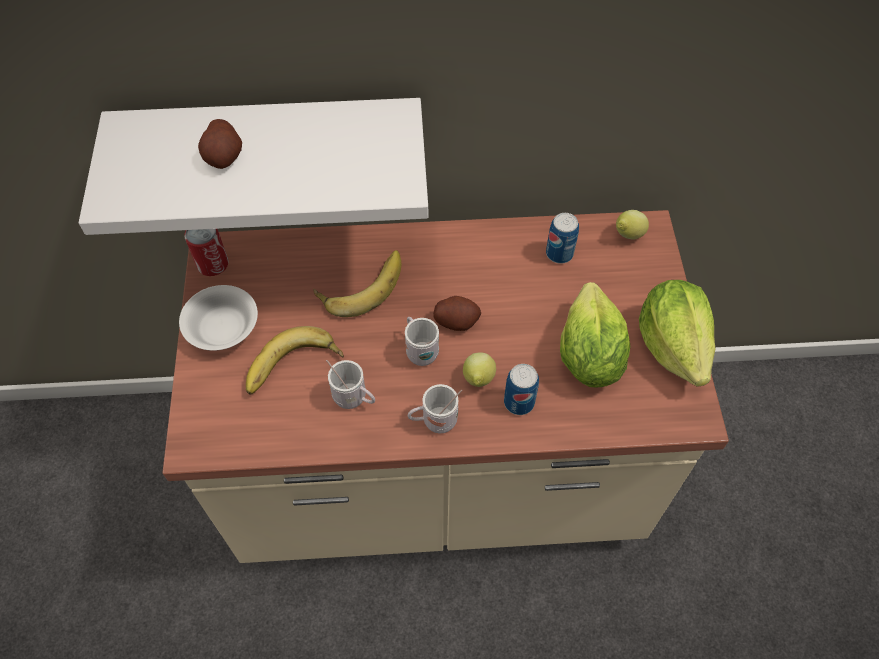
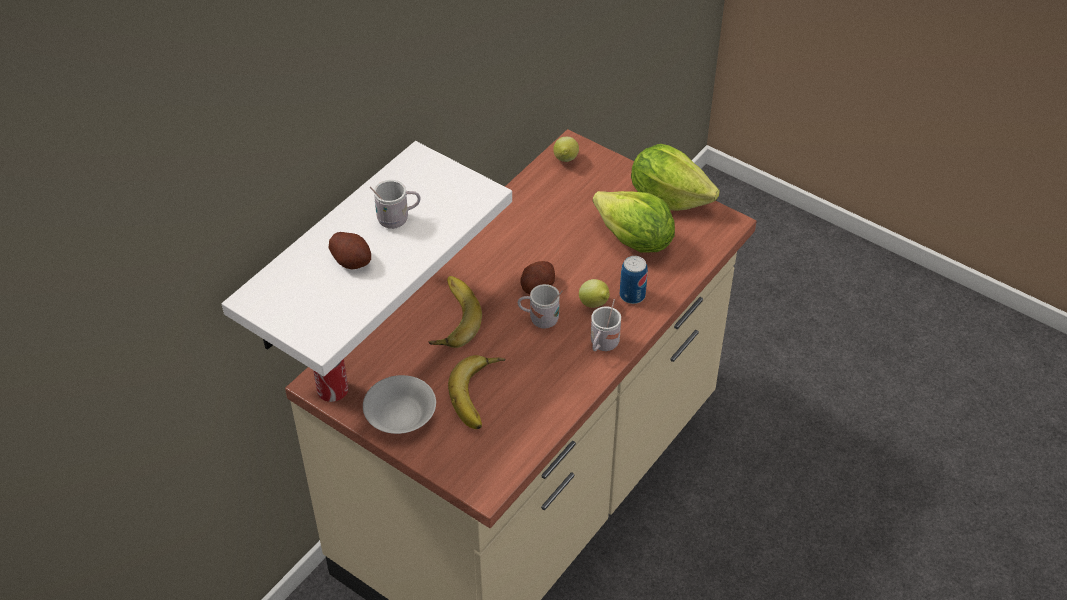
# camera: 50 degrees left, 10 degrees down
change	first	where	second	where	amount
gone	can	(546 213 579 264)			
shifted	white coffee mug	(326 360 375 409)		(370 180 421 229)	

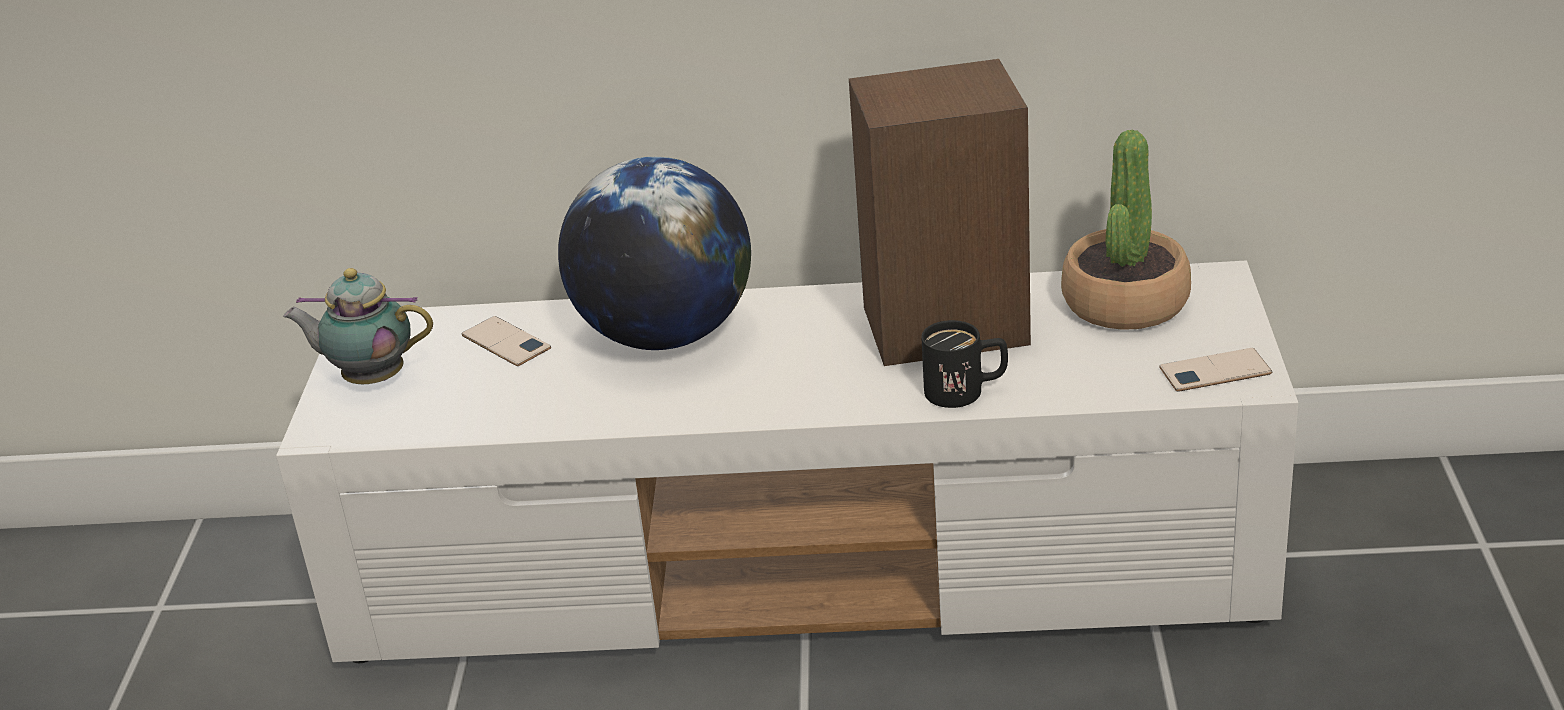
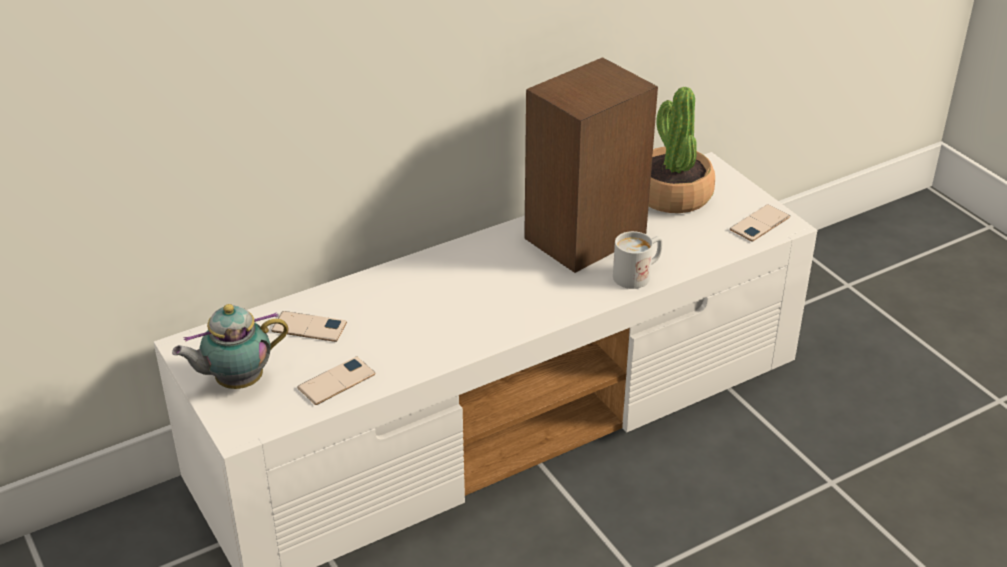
# camera: 35 degrees left, 5 degrees up
change	first	where	second	where	amount
gone	world globe	(558 157 751 350)			
new			handset	(297 357 376 405)	
repainted	black coffee mug	(921 320 1008 408)	white coffee mug	(613 231 662 289)	

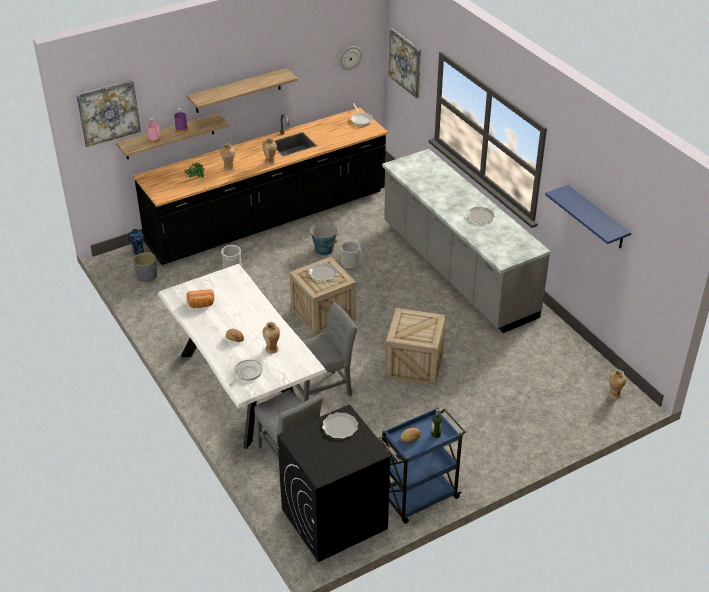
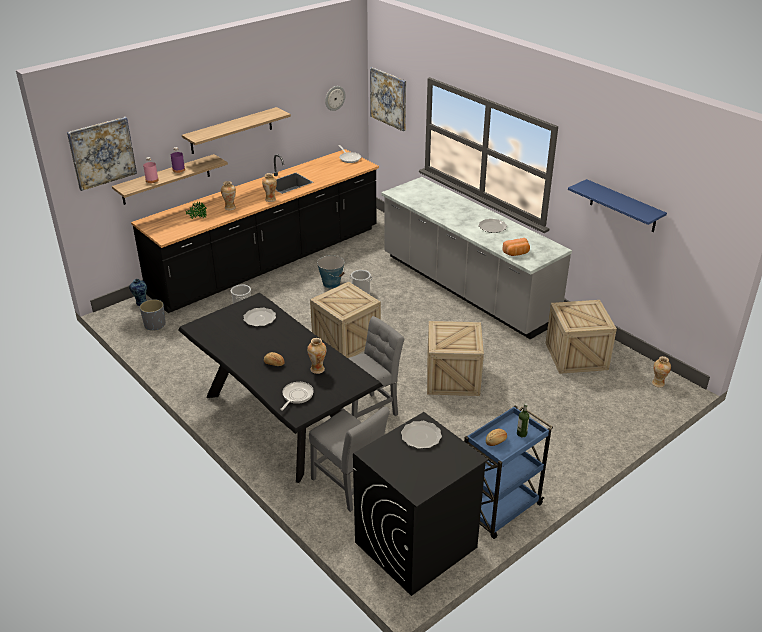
# camera: 10 degrees left, 5 degrees down
change	first	where	second	where	amount
new			packing crate	(546 300 617 374)	
shifted	bakery bread	(187 289 214 308)		(502 238 530 256)	
shifted	flat dish	(309 263 337 281)		(244 308 276 326)	
repainted	white dining table	(157 264 327 449)	black dining table	(178 293 383 483)	

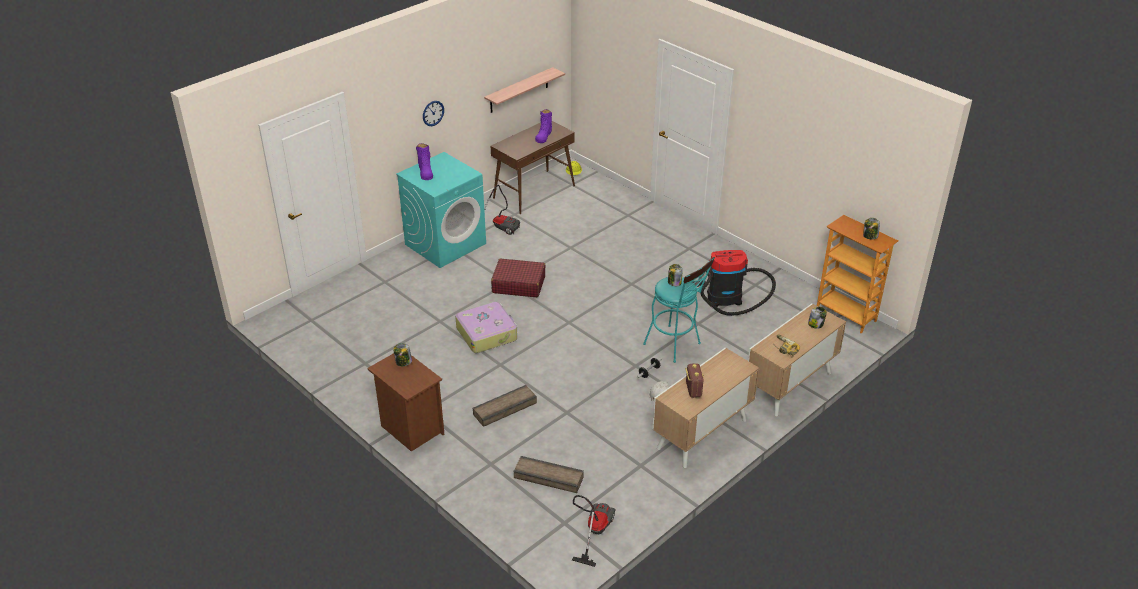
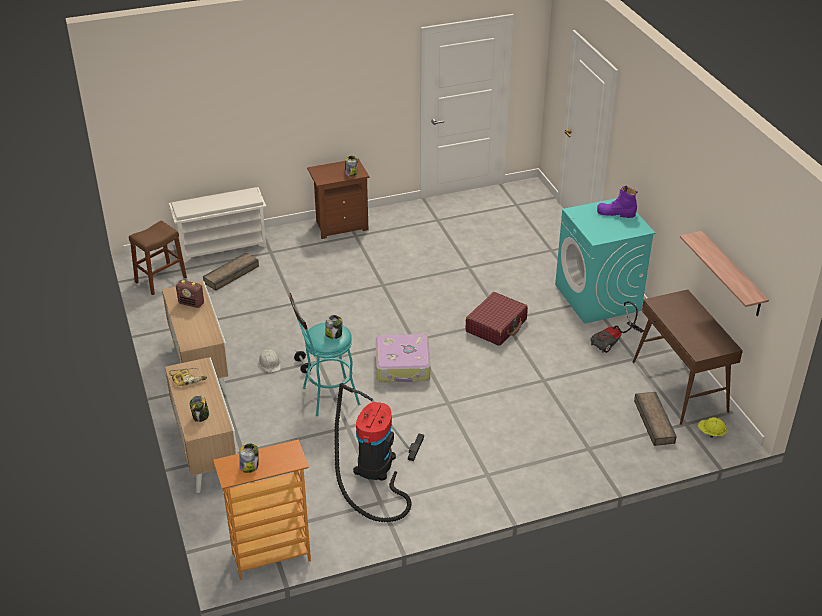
# camera: 115 degrees right, 0 degrees up
change	first	where	second	where	amount
gone	hanging clock	(423 101 444 126)			
gone	purplish tall boot	(535 109 552 143)			
new			white shoe stand	(169 187 267 263)	
shifted	piece of luggage	(455 302 517 353)		(376 334 430 382)	
shifted	packing crate	(473 385 537 427)		(634 392 677 446)	
swapped	hoover	(572 495 616 567)	brownish stool seat	(129 221 187 295)	

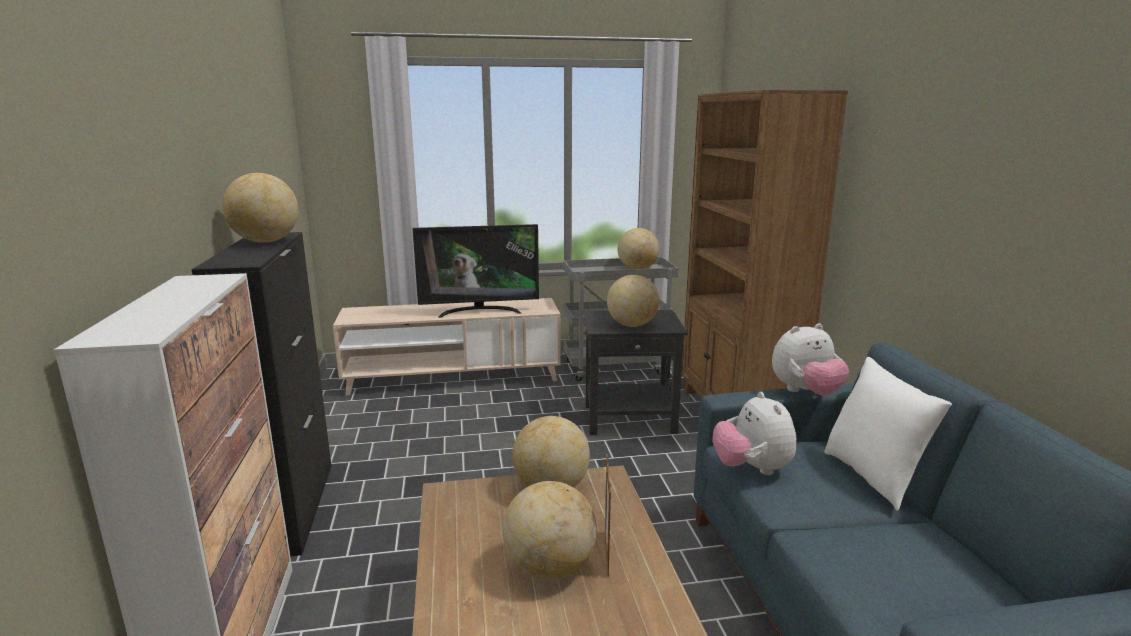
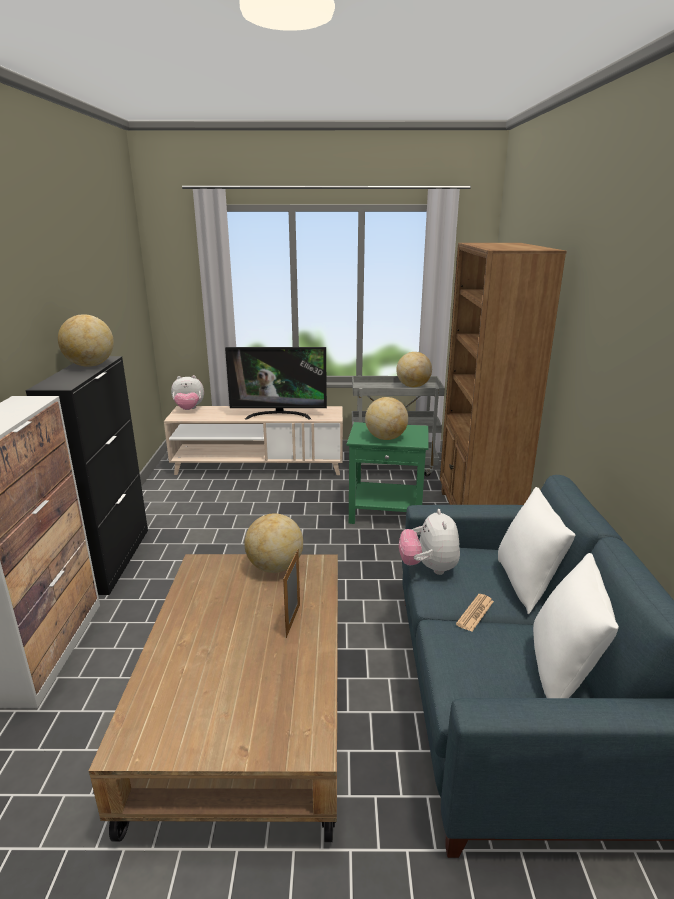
# camera: 10 degrees right, 5 degrees up
change	first	where	second	where	amount
gone	world globe	(503 481 597 580)			
new			printed paper	(456 594 494 632)	
new			white cushion	(533 553 619 698)	
shifted	cuddly toy	(772 323 849 396)		(171 375 204 410)	
repainted	black side table	(583 310 688 435)	green side table	(346 422 429 524)	

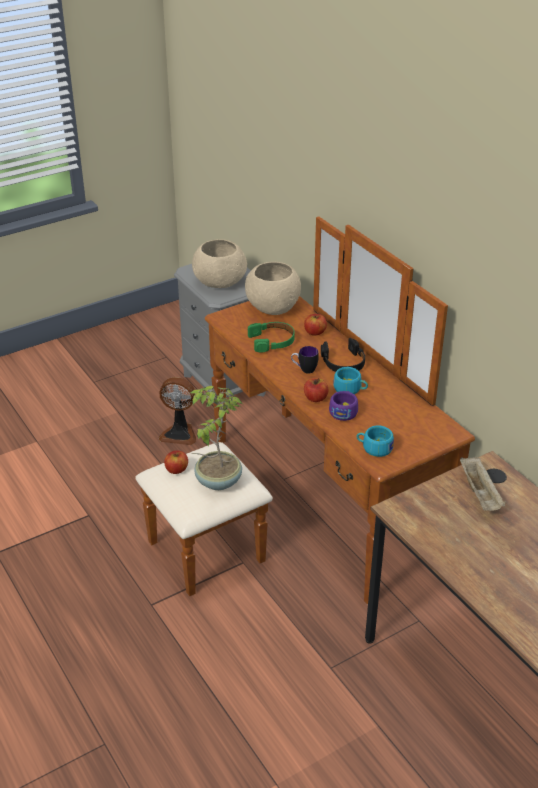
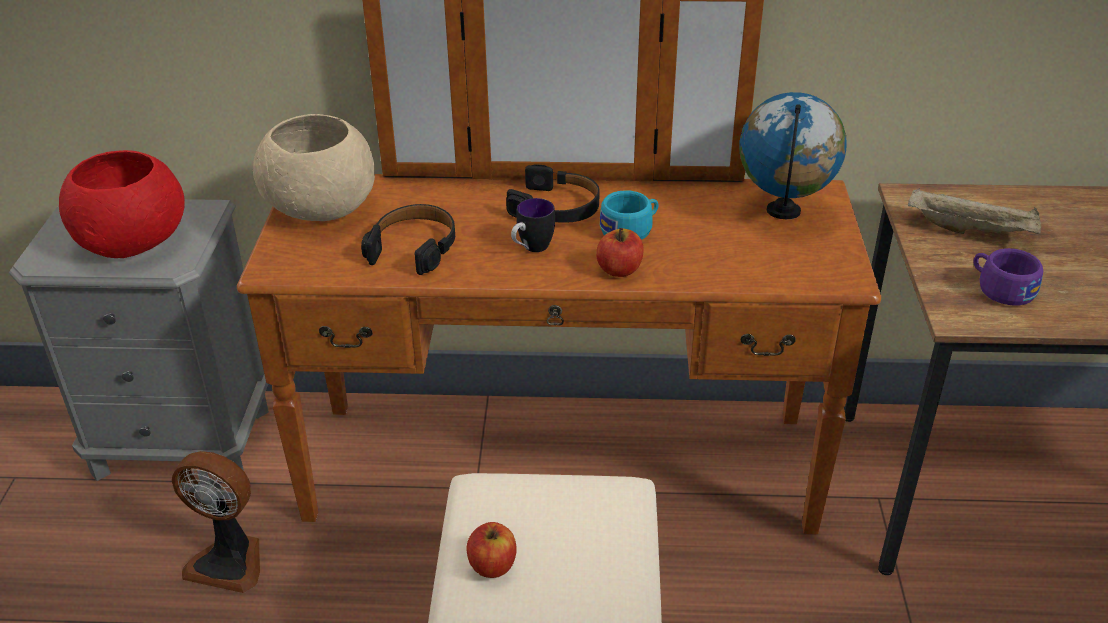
# camera: 55 degrees left, 0 degrees up
change	first	where	second	where	amount
gone	plant in a pot	(190 386 243 490)			
gone	apple fruit	(304 314 327 335)			
gone	turquoise small cup	(357 425 394 457)			
new			world globe	(739 92 847 219)	
shifted	purplish small cup	(329 391 358 421)		(973 248 1043 306)	
repainted	beige bowl	(192 239 247 288)	red-coloured bowl	(59 150 185 258)	
repainted	green headphones	(248 322 295 352)	black headphones	(361 204 455 275)	
rotated	fan	(159 377 196 445)		(172 451 260 593)	60 degrees clockwise

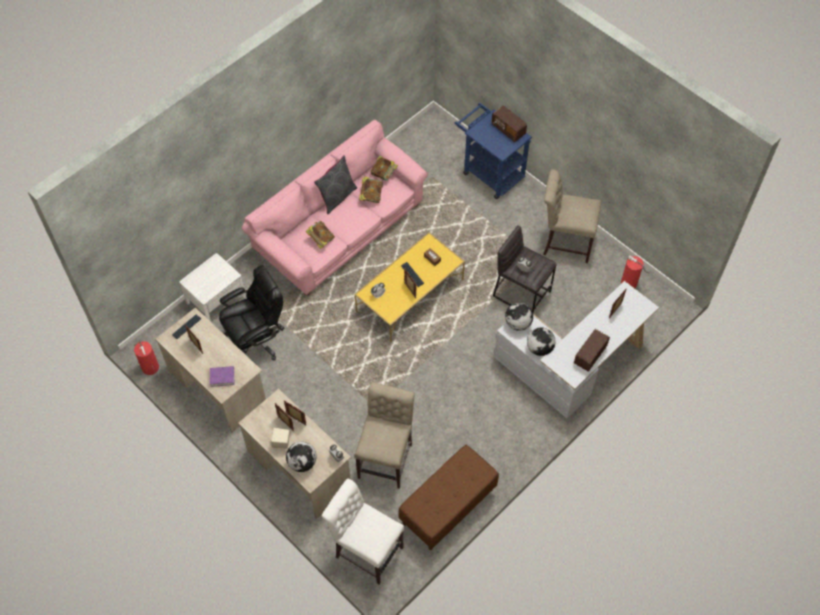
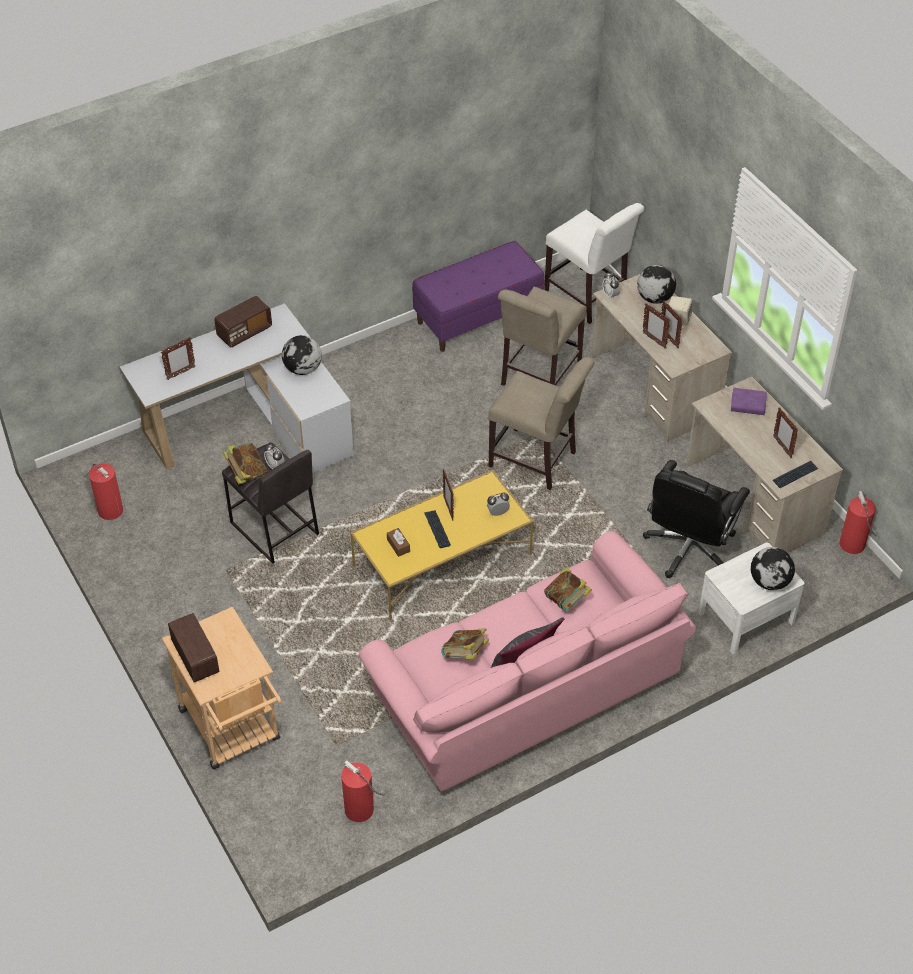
# camera: 165 degrees left, 10 degrees down
change	first	where	second	where	amount
new			fire-fighting cylinder	(341 760 385 822)	
shifted	book	(370 156 398 181)		(223 442 268 484)	
shifted	world globe	(505 303 533 331)		(751 547 795 590)	
shifted	beige upright chair	(543 169 601 263)		(488 357 594 490)	
repainted	brownish long seat	(399 445 499 550)	purplish long seat	(412 241 545 352)	
repainted	blue-coloured wheeled cart	(455 103 532 199)	beige wheeled cart	(161 607 281 769)	
rotated	black computer chair	(219 265 285 360)		(643 460 750 578)	45 degrees counterclockwise

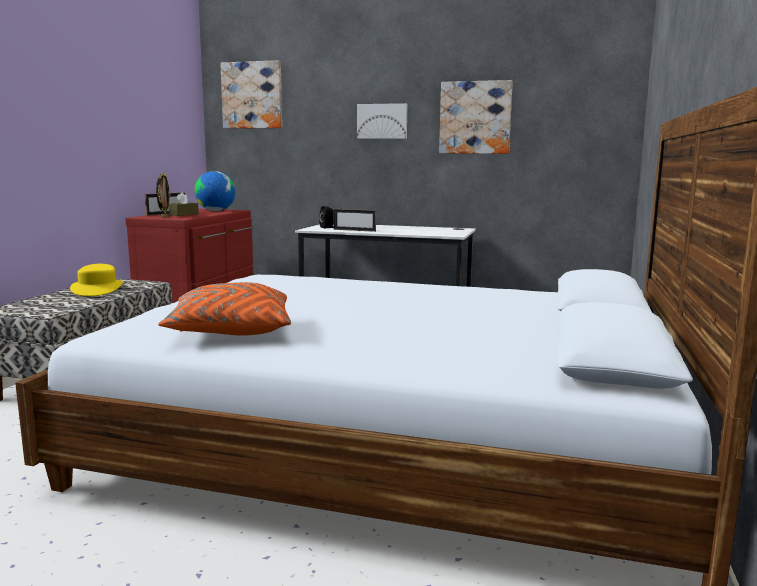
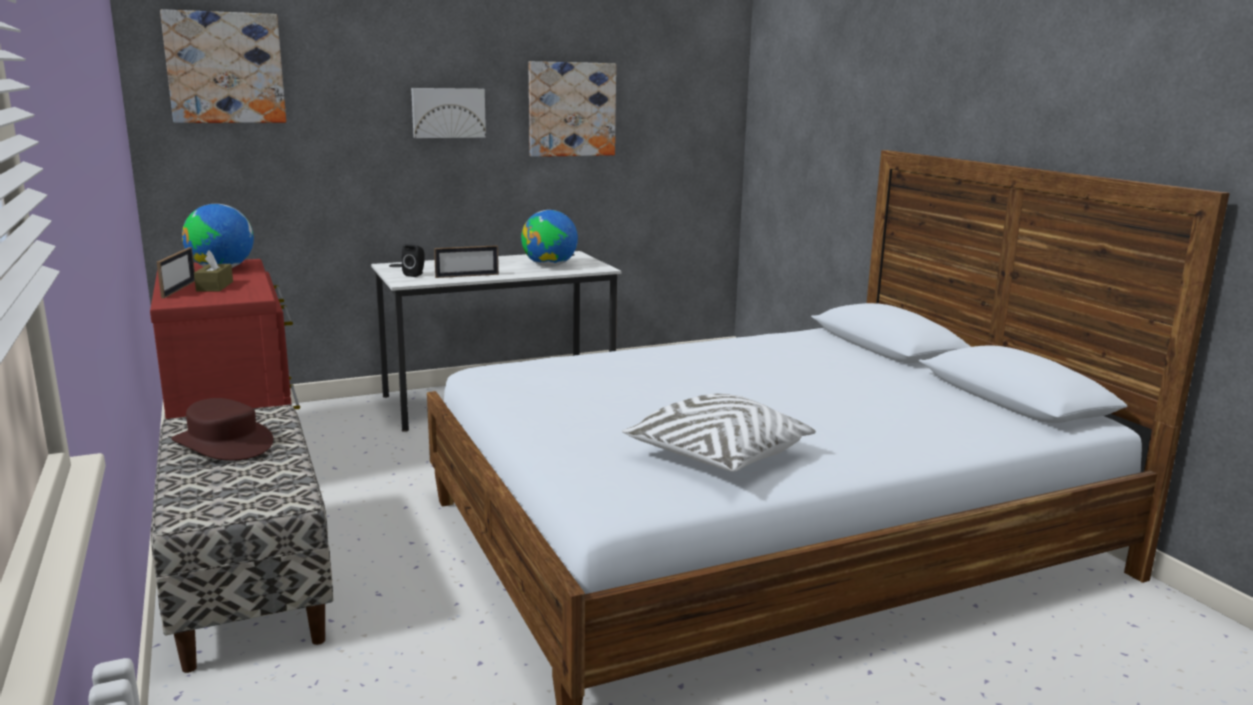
# camera: 40 degrees left, 5 degrees up
change	first	where	second	where	amount
gone	standing frame	(156 172 171 218)			
new			world globe	(521 210 578 267)	
repainted	yellow clothing hat	(70 264 123 296)	brownish clothing hat	(172 398 273 461)	
repainted	orange-coloured cushion	(158 282 291 335)	white cushion	(622 393 816 472)	

